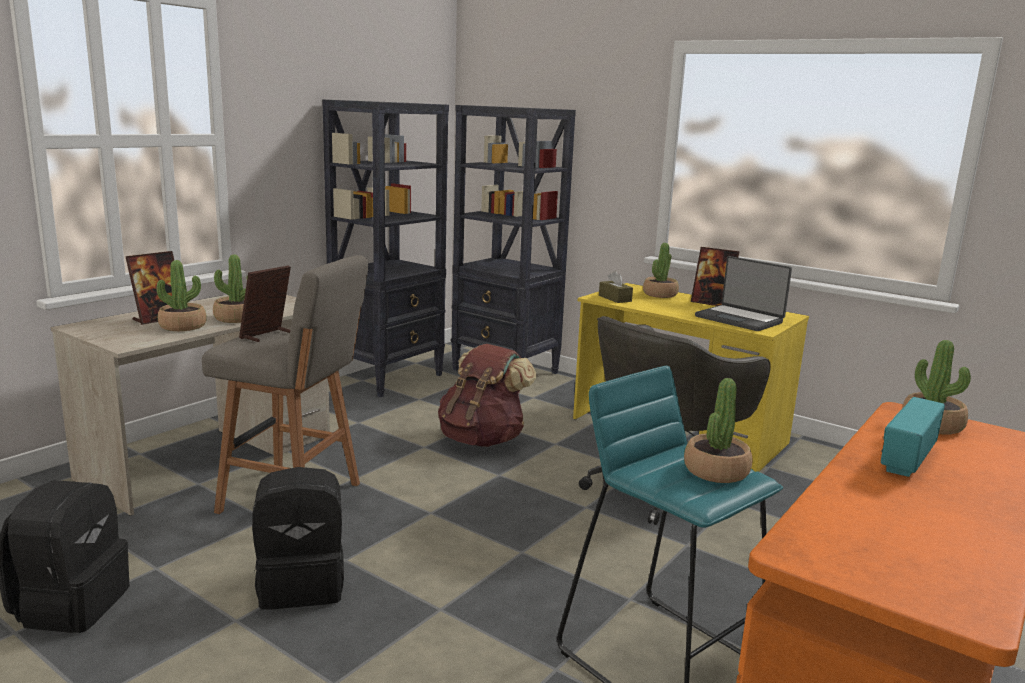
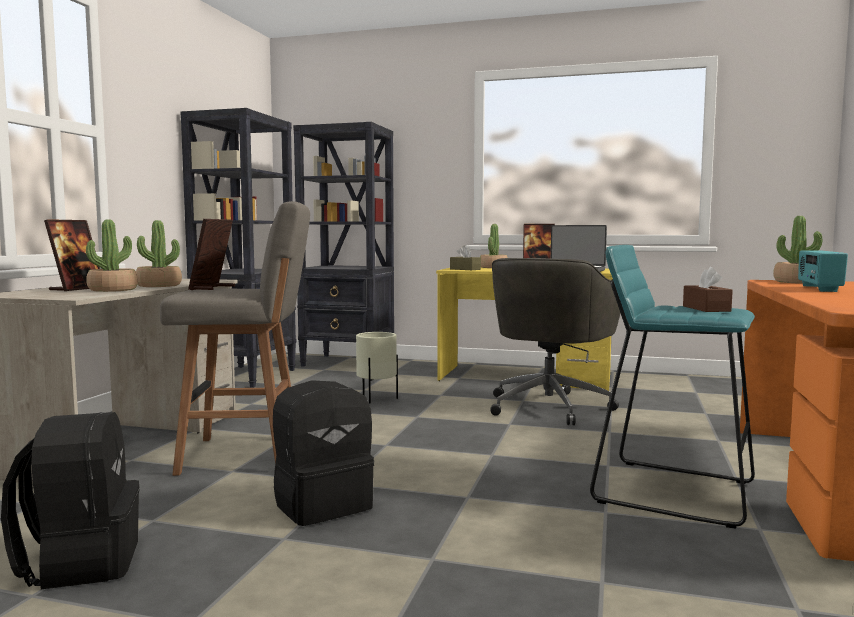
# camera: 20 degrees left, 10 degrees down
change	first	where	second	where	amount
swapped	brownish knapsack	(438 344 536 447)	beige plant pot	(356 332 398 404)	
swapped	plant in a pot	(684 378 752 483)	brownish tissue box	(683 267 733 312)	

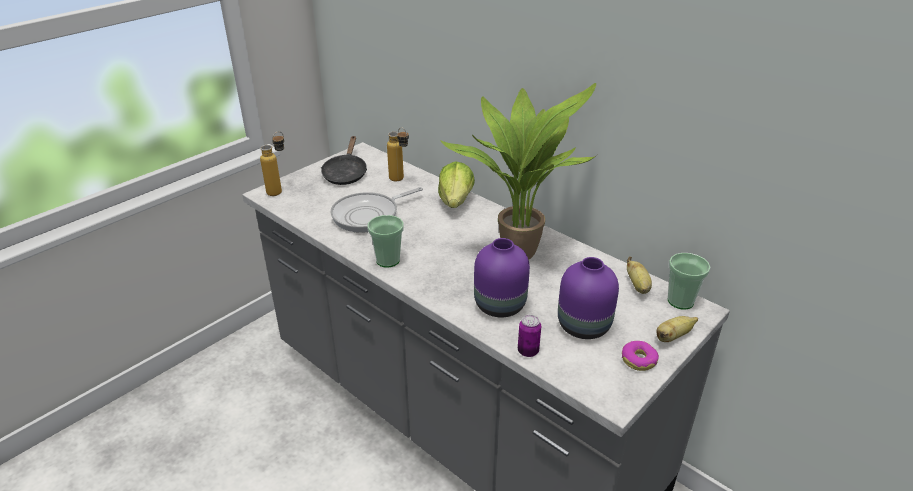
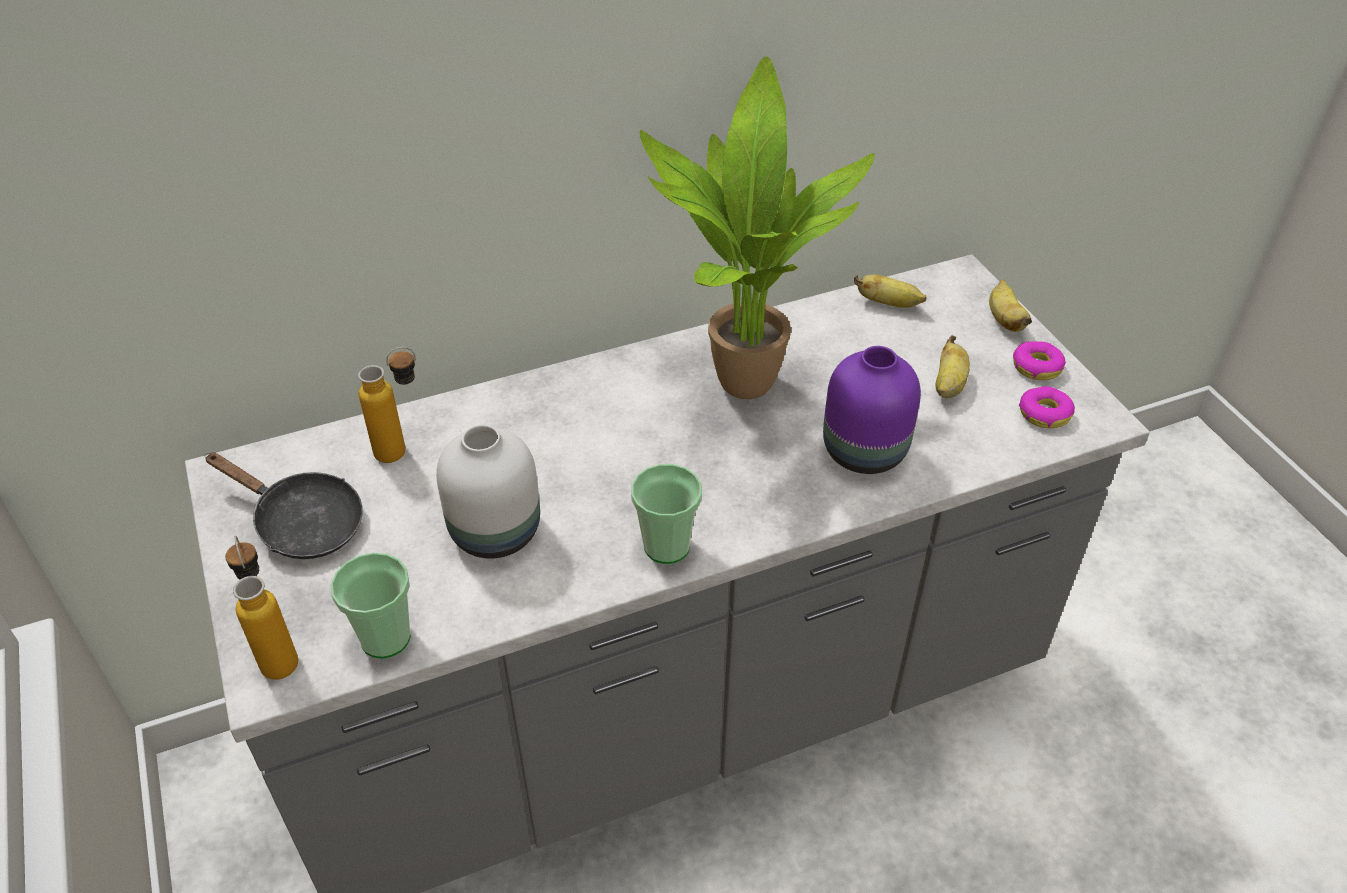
# camera: 65 degrees left, 10 degrees up
change	first	where	second	where	amount
gone	lettuce head	(438 161 475 208)			
gone	can	(518 315 541 357)			
new			ring doughnut	(1019 386 1075 428)	
shifted	small cup	(668 253 711 310)		(330 552 411 659)	
swapped	pan	(330 187 423 233)	white flower vase	(436 424 540 559)	
swapped	purplish flower vase	(558 257 619 339)	banana fruit	(935 335 970 398)	

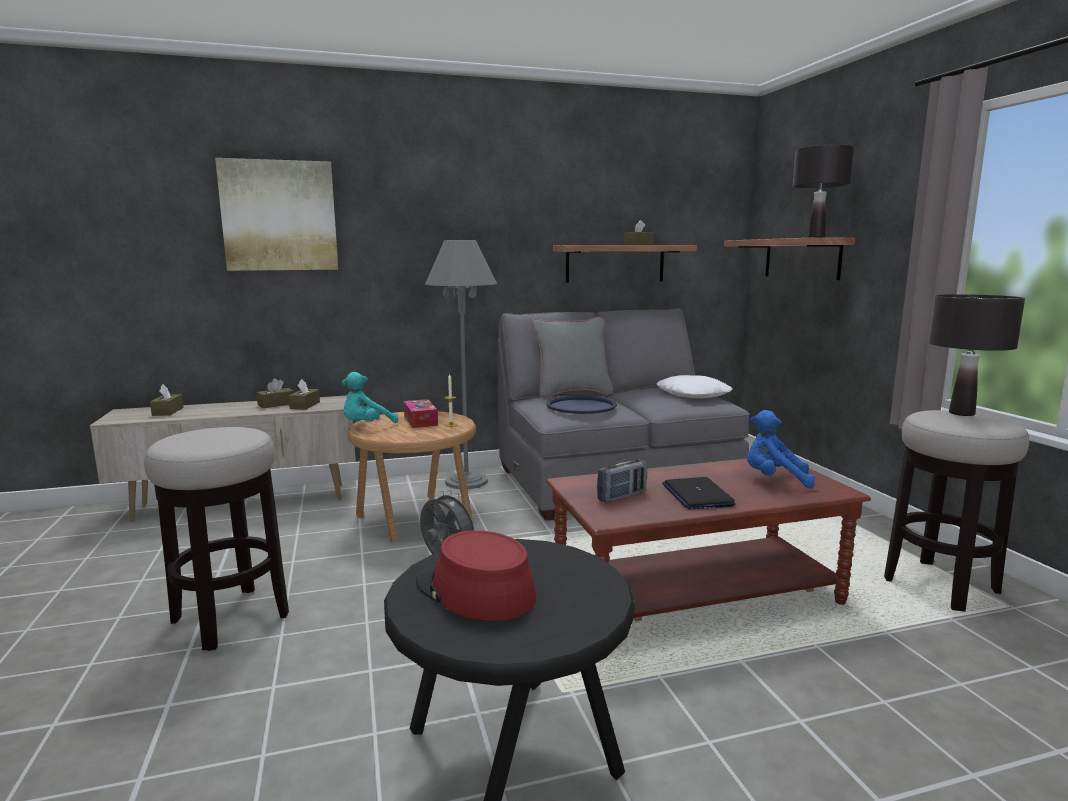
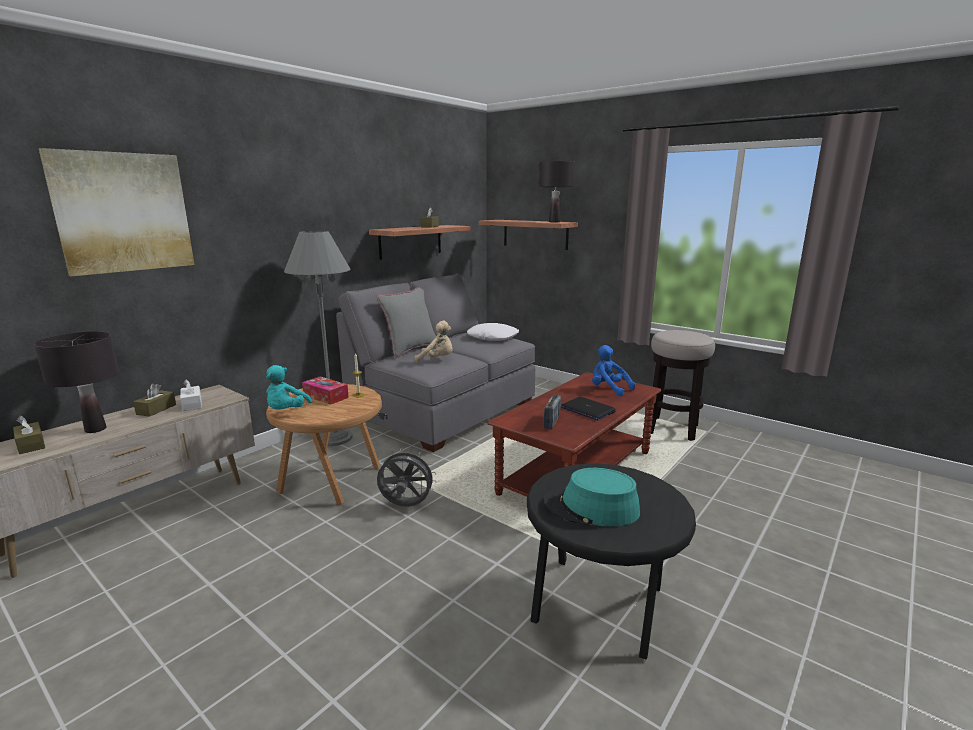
# camera: 35 degrees left, 5 degrees up
change	first	where	second	where	amount
gone	stool seat	(144 427 289 651)			
shifted	black lamp for a table	(929 294 1025 416)		(34 331 119 433)	
swapped	blue-coloured carrying tray	(546 396 617 414)	beige cuddly toy	(414 321 453 363)	
repainted	brownish tissue box	(289 379 320 409)	white tissue box	(180 379 202 411)	
repainted	red-coloured clothing hat	(416 530 536 621)	turquoise clothing hat	(544 468 640 526)	
rotated	blue-coloured cuddly toy	(747 410 815 488)		(592 345 635 396)	60 degrees clockwise

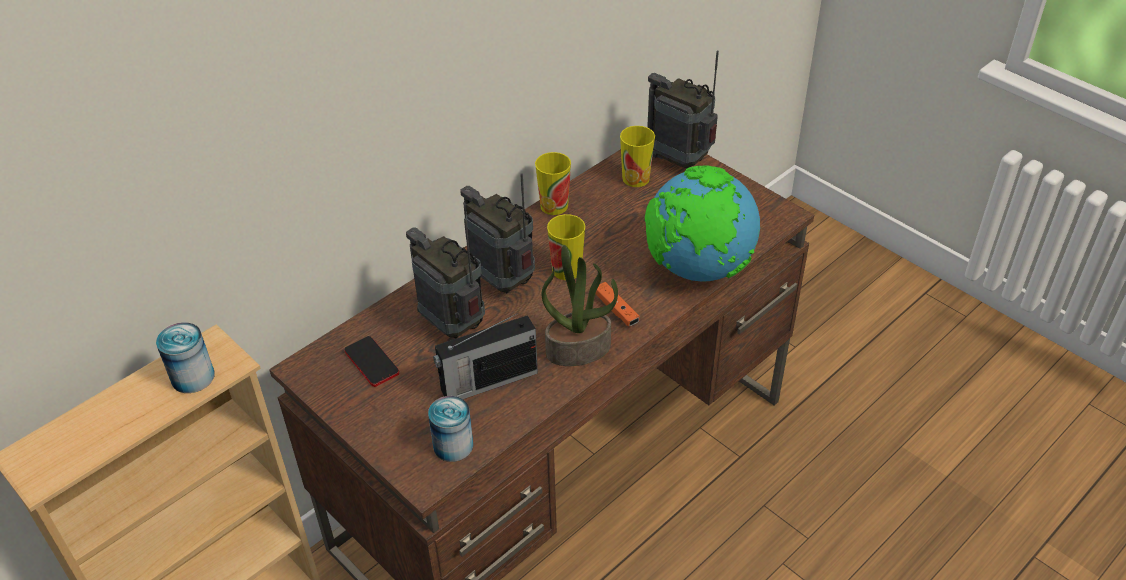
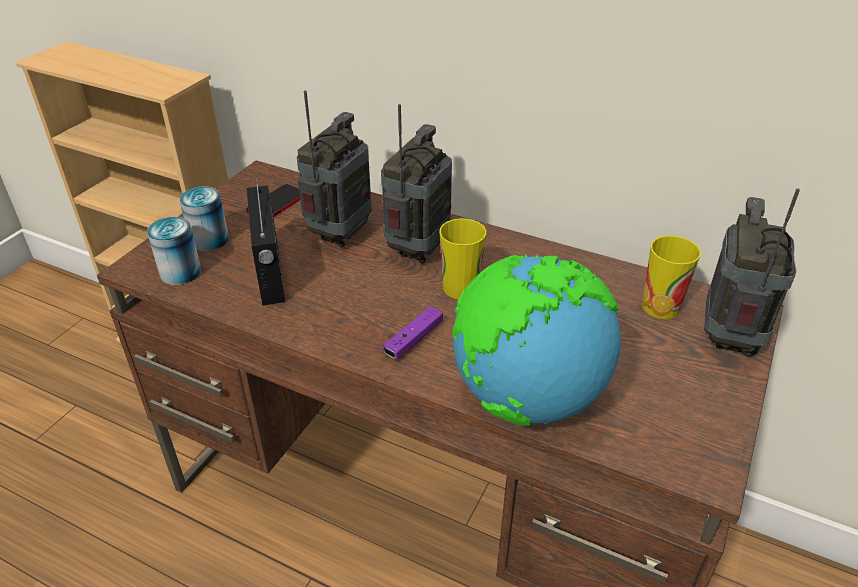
# camera: 70 degrees right, 5 degrees down
change	first	where	second	where	amount
gone	small cup	(535 152 571 215)			
gone	plant in a pot	(542 245 618 366)			
shifted	can	(156 322 215 393)		(179 187 229 251)	
repainted	orange-coloured joypad	(595 282 640 326)	purplish joypad	(383 306 443 359)	
rotated	radio receiver	(433 313 538 399)		(246 176 285 305)	150 degrees counterclockwise

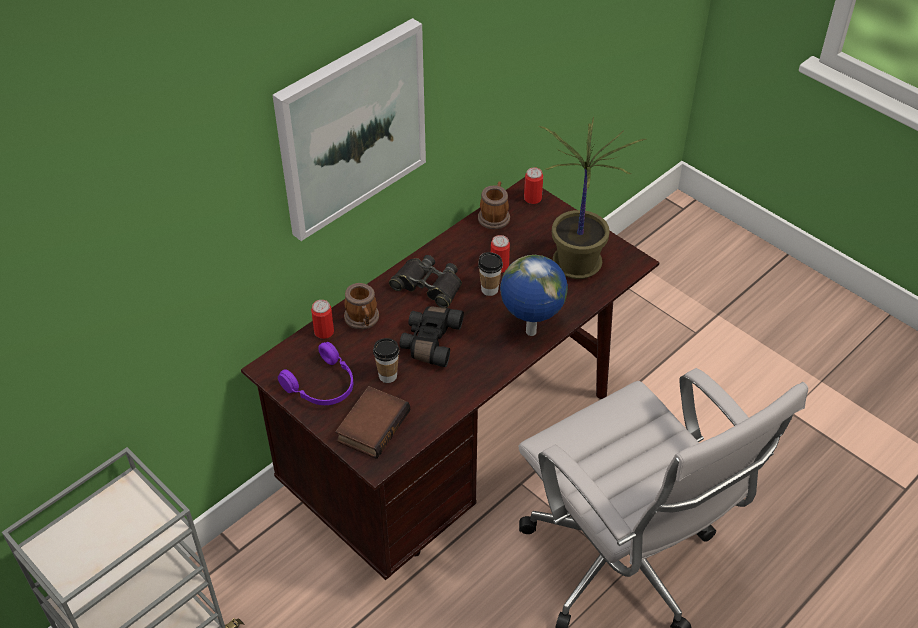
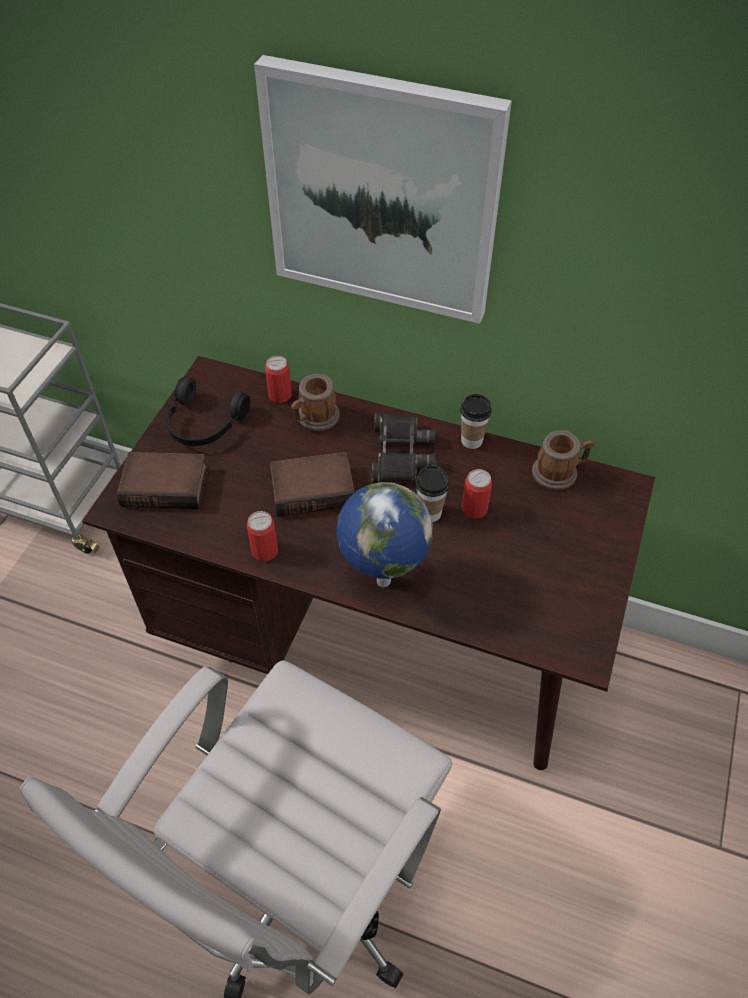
# camera: 65 degrees right, 5 degrees up
change	first	where	second	where	amount
gone	plant in a pot	(538 116 646 279)			
shifted	small cup	(373 338 399 383)		(460 394 492 449)	
shifted	can	(524 167 543 204)		(247 511 278 561)	
swapped	black binoculars	(399 306 464 367)	book	(270 452 355 517)	
repainted	purplish headphones	(278 342 353 405)	black headphones	(166 377 250 446)	

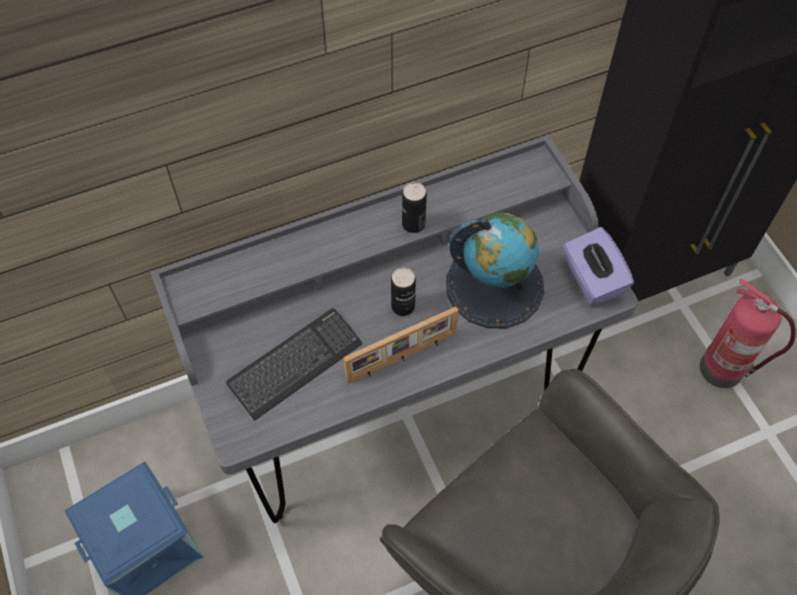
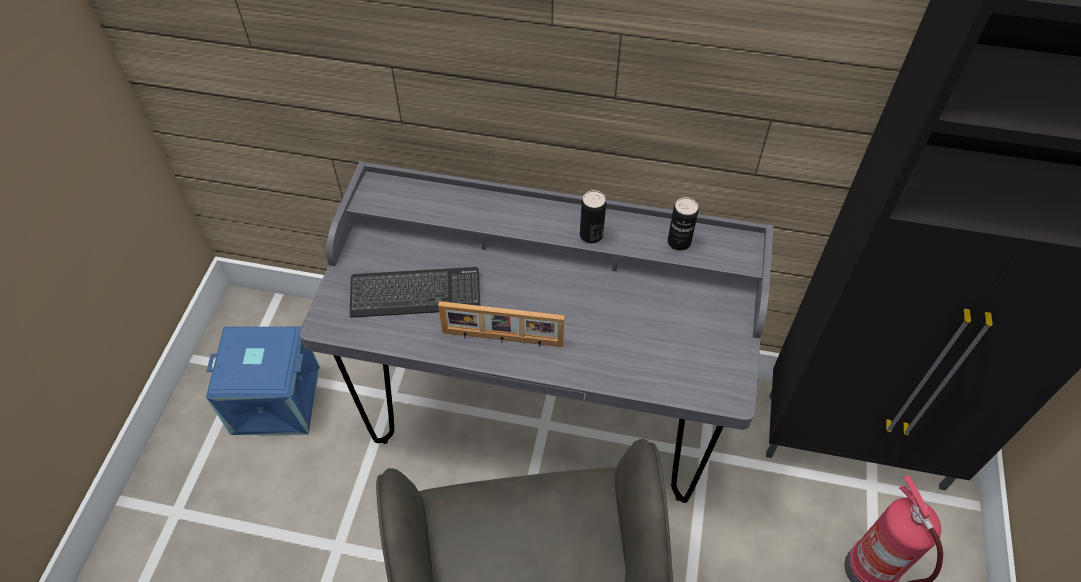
# camera: 35 degrees right, 5 degrees down
change	first	where	second	where	amount
gone	world globe	(446 213 544 328)			
gone	purplish tissue box	(563 227 634 305)			
shifted	can	(391 268 416 316)		(668 197 698 251)	

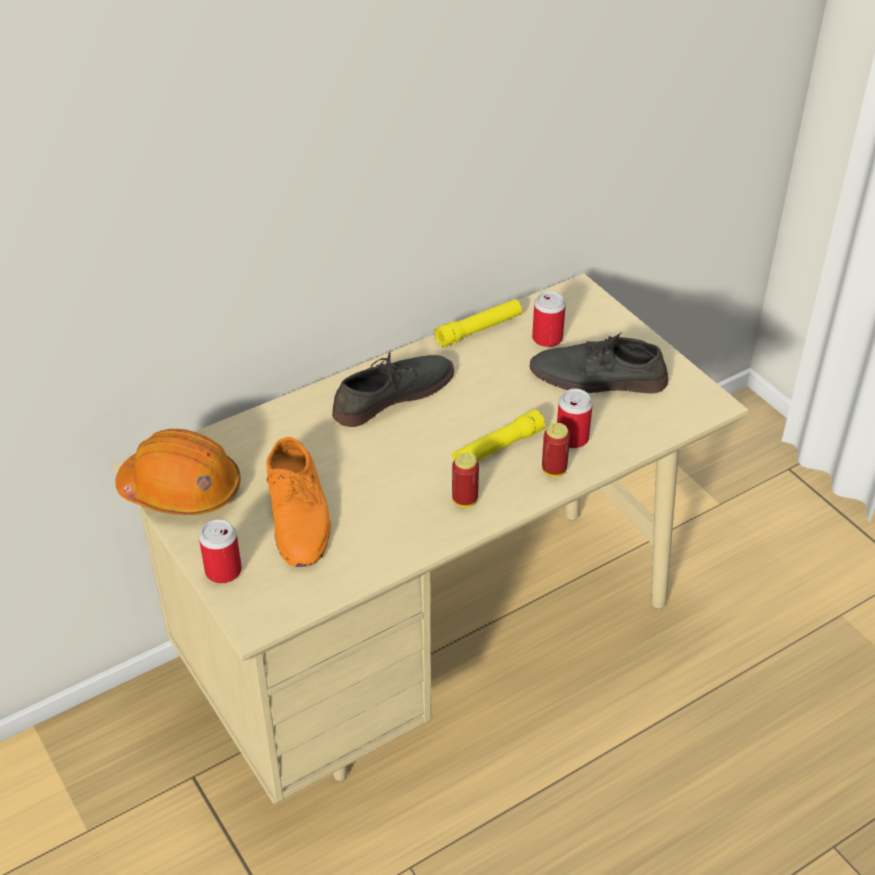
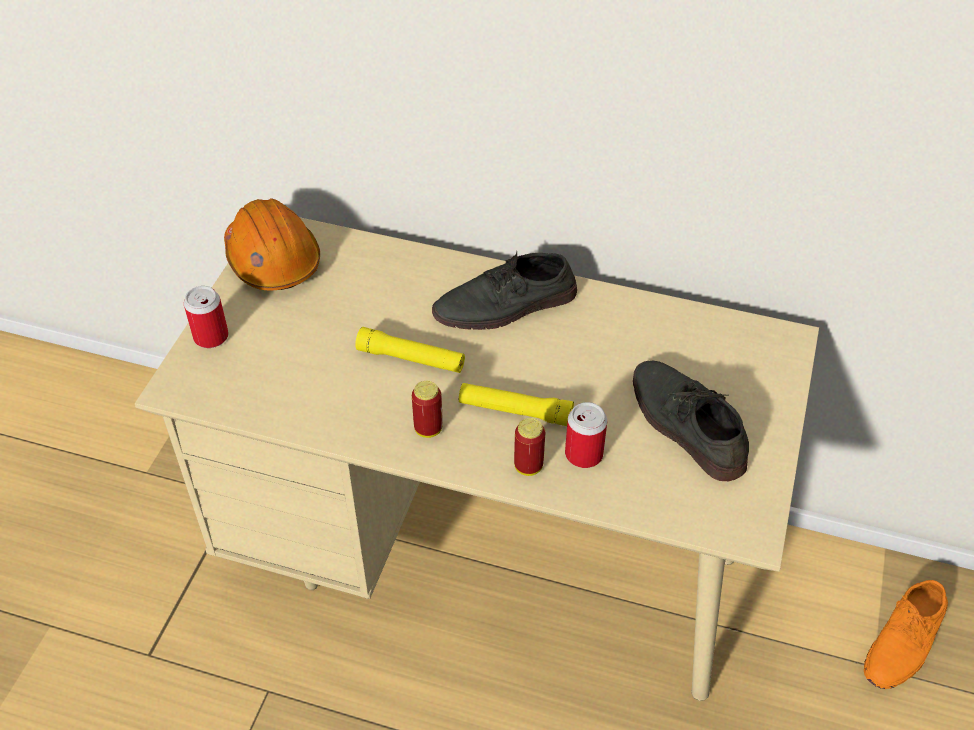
# camera: 50 degrees right, 5 degrees up
change	first	where	second	where	amount
gone	can	(532 291 566 347)			
shifted	orange-coloured low shoe	(266 437 331 567)		(864 580 948 689)	
shifted	yellow hand torch	(434 299 522 347)		(355 327 465 373)	
rotated	greyish low shoe	(332 351 454 427)		(432 251 577 330)	150 degrees clockwise

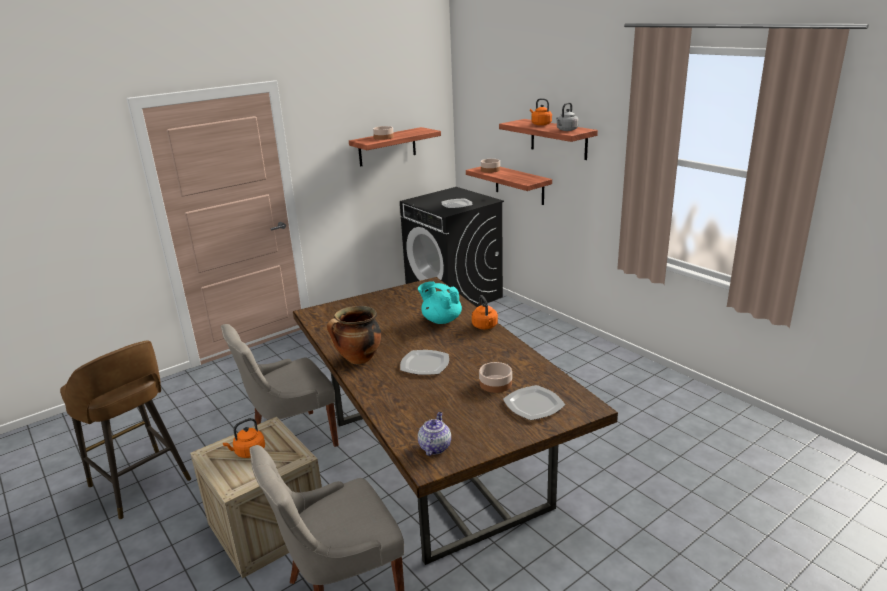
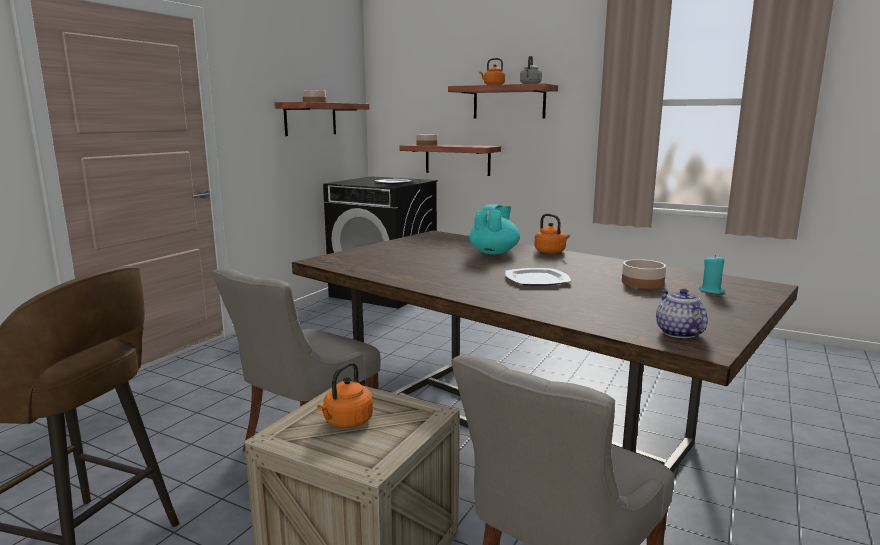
# camera: 25 degrees left, 10 degrees down
change	first	where	second	where	amount
gone	saucepot	(327 306 381 364)			
swapped	flat dish	(503 385 565 420)	turquoise candle	(699 255 725 294)	
rotated	turquoise pot for tea	(418 281 462 324)		(469 204 520 254)	105 degrees clockwise

